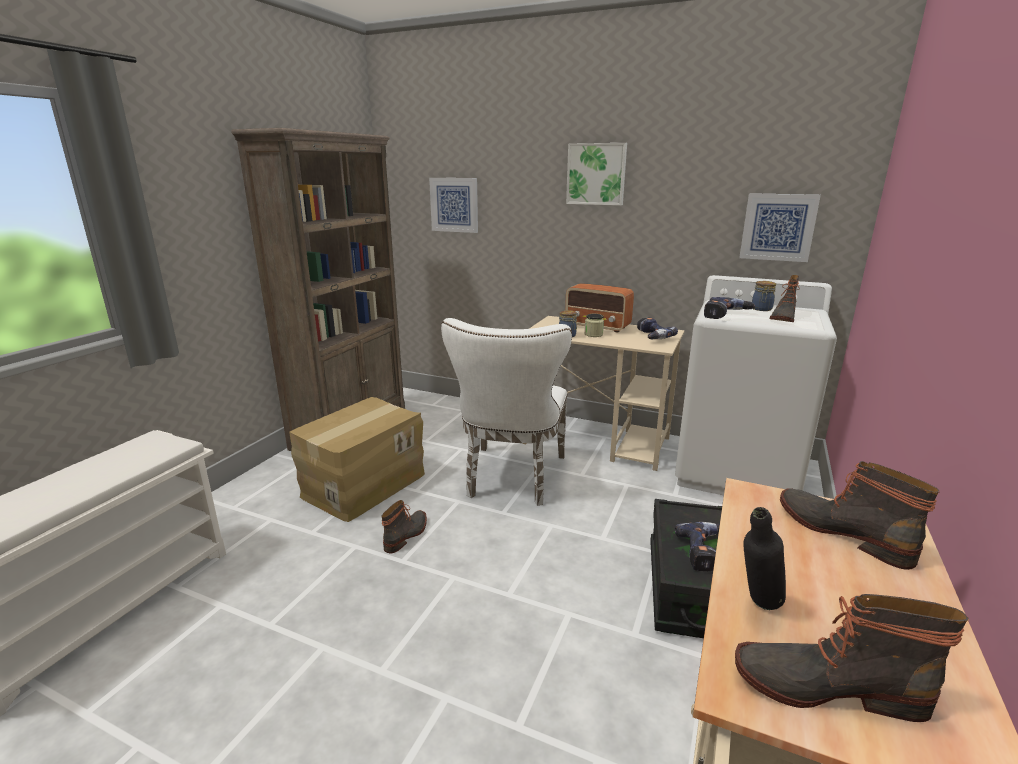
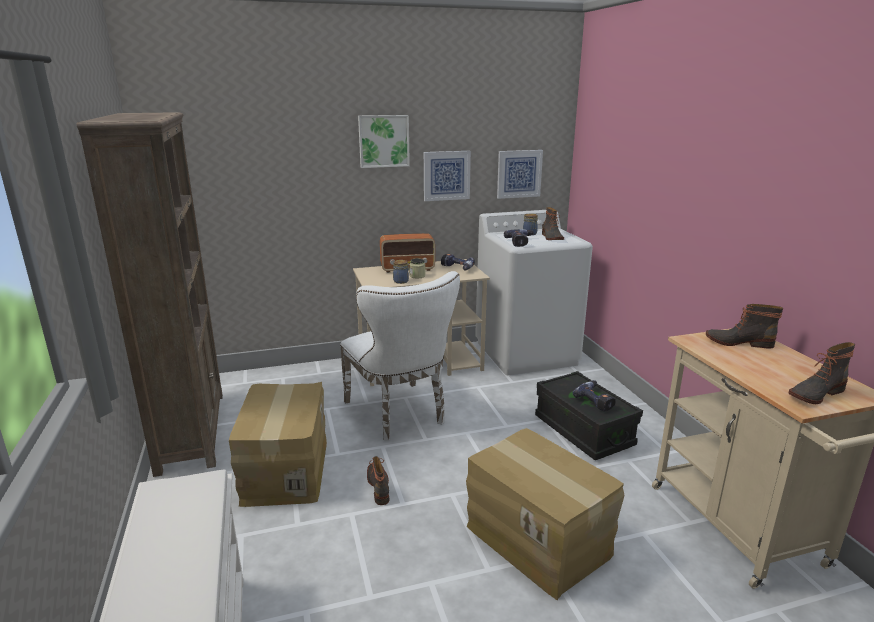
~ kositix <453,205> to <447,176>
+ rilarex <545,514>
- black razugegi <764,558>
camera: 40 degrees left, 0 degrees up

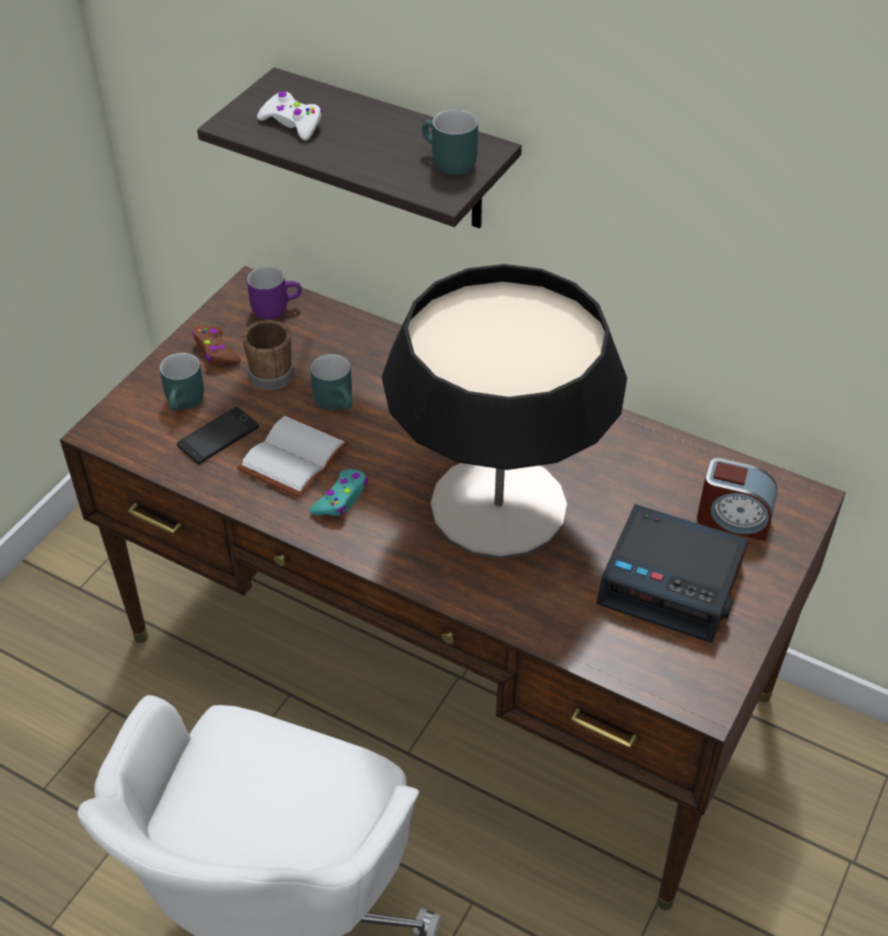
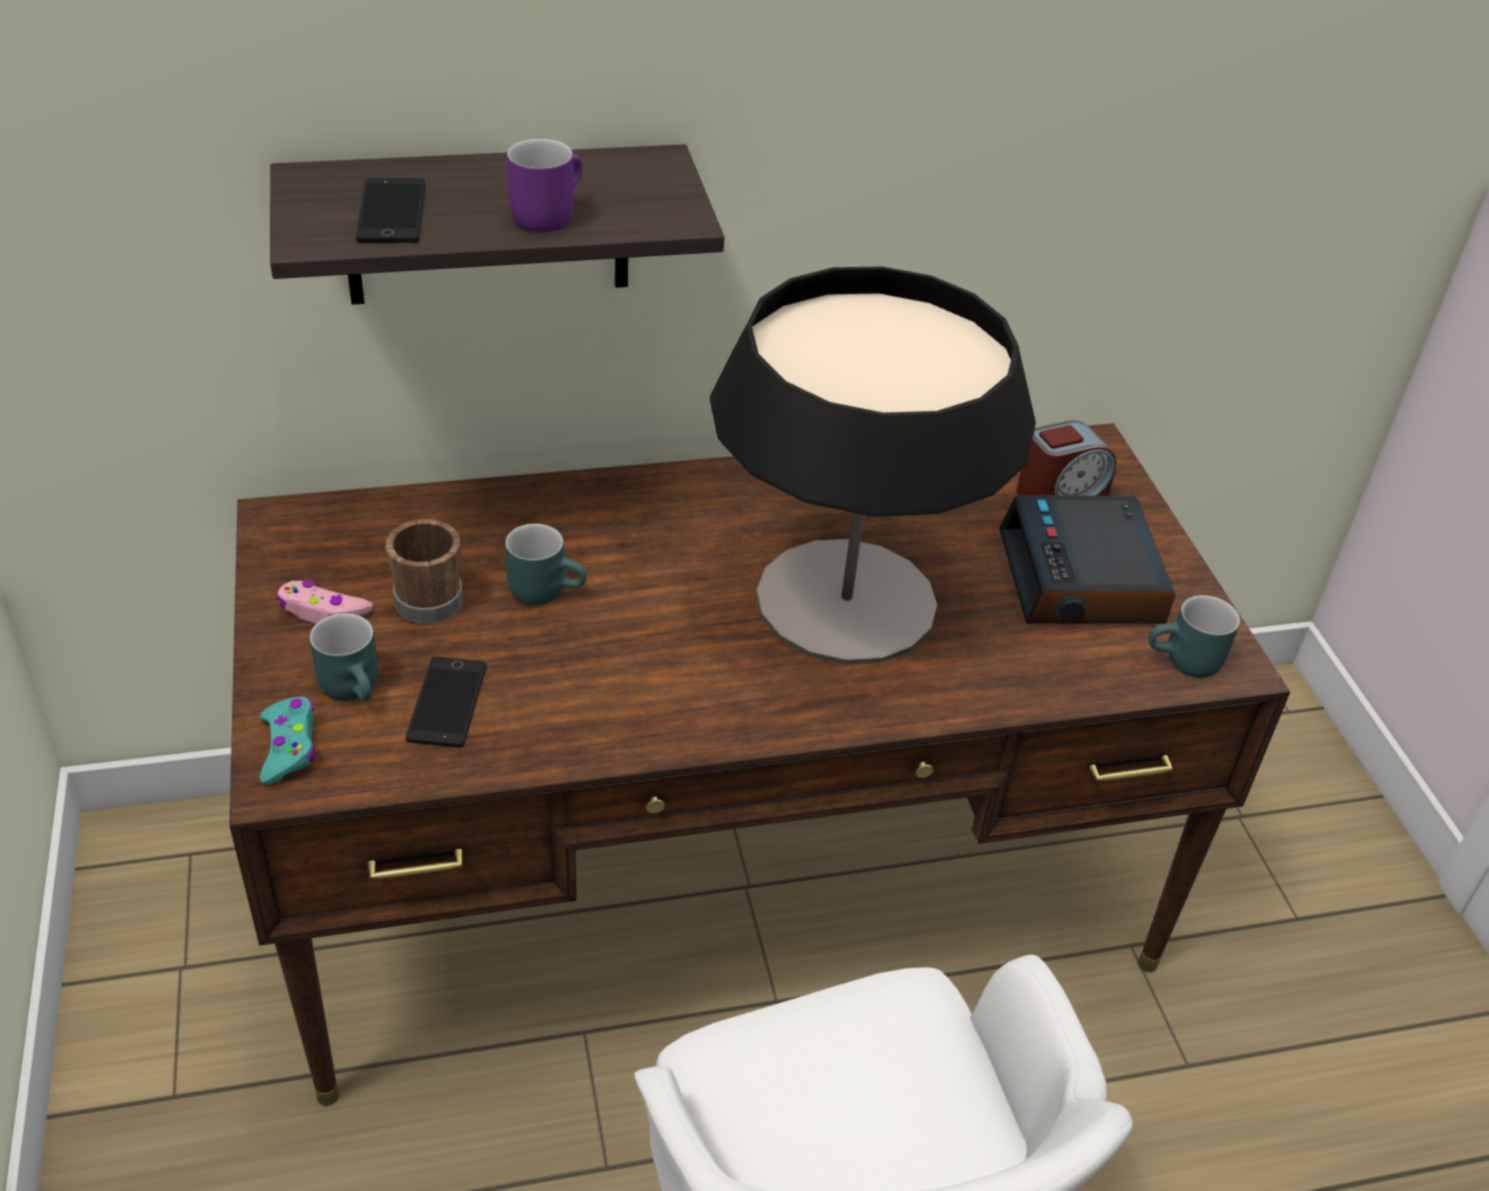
~ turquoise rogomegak <339,492> to <287,741>
~ brown rogomegak <216,345> to pink rogomegak <324,601>
~ white rogomegak <289,116> to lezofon <390,210>
~ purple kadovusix <274,292> to <544,185>
~ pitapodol <672,573> = <1087,559> 105 degrees clockwise
~ turquoise kadovusix <450,142> to <1194,636>
- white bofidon <293,456>
camera: 45 degrees left, 5 degrees down

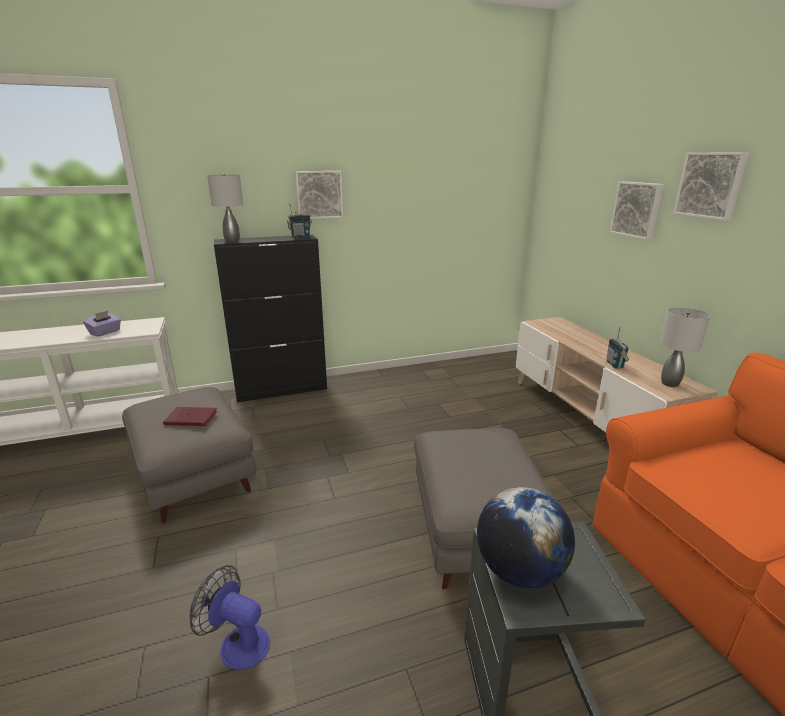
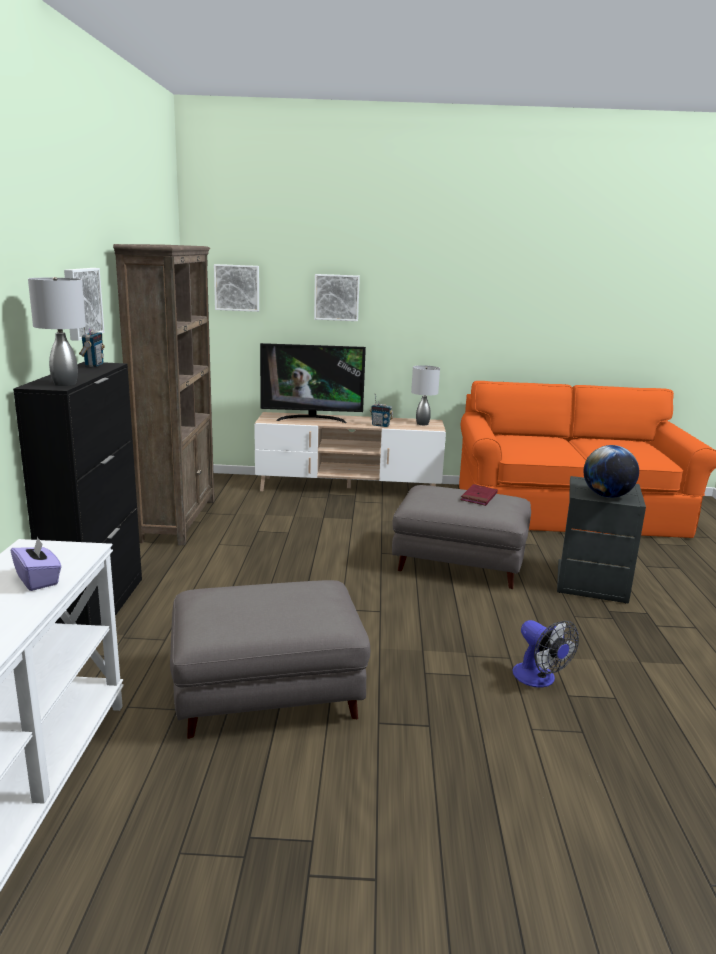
+ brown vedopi <164,394>
~ kositix <711,186> to <236,288>
+ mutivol <313,383>
~ red bofidon <190,416> to <479,495>
~ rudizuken <229,617> = <545,653> 75 degrees counterclockwise
camera: 70 degrees left, 5 degrees down

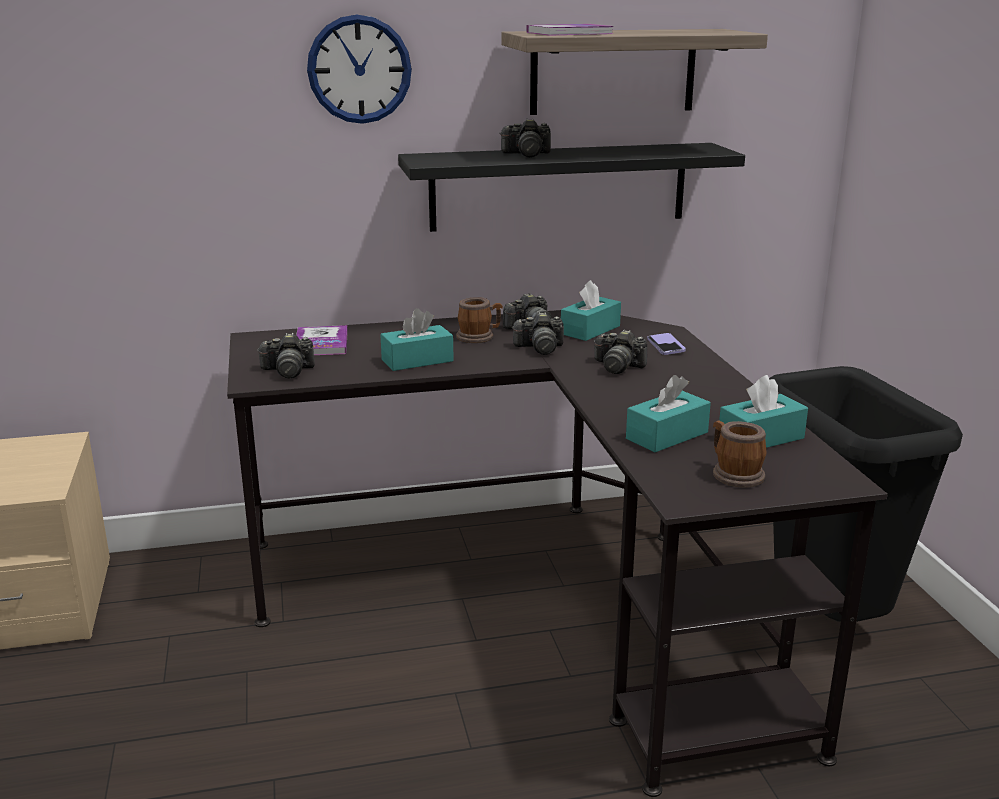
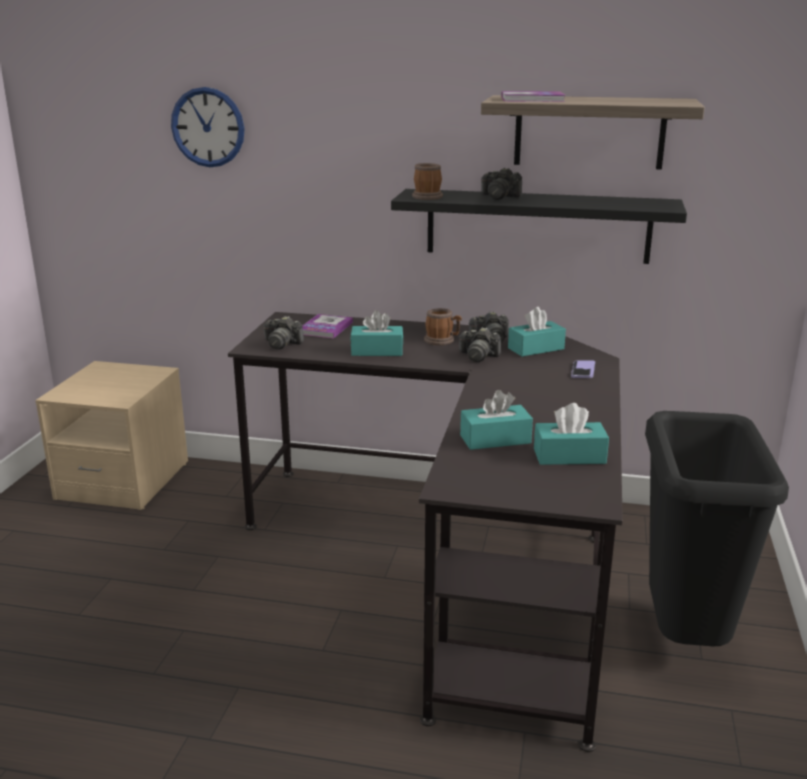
~ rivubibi <359,69> to <208,127>
~ kadovusix <739,454> to <427,181>
- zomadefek <620,351>
camera: 25 degrees right, 0 degrees up

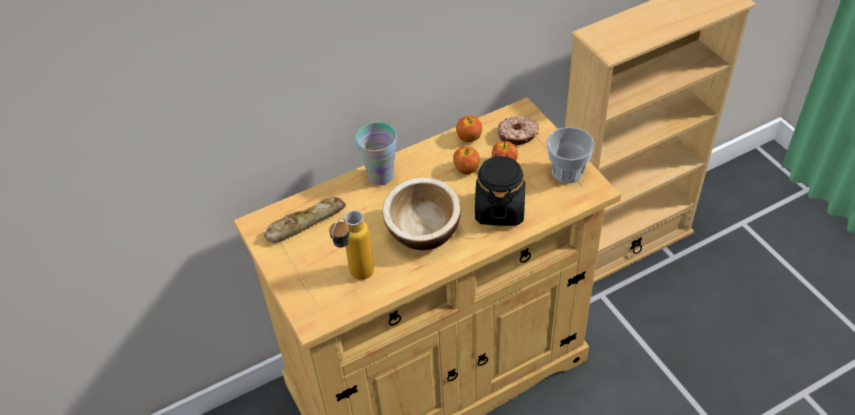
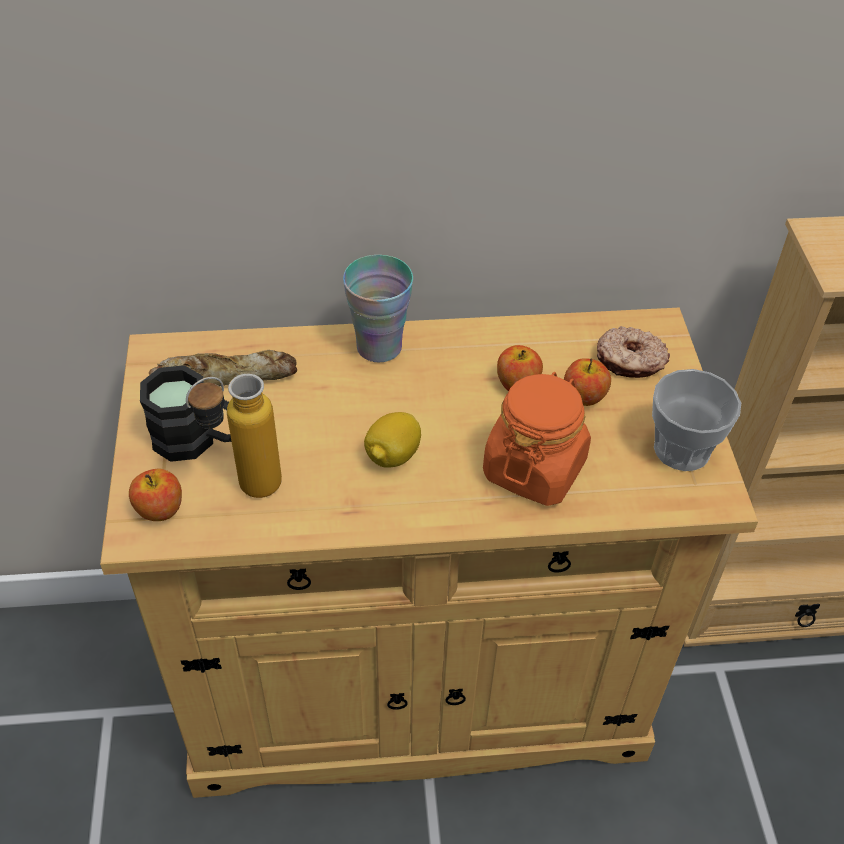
~ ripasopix <469,128> to <155,494>
+ black kadovusix <186,413>
~ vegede <421,214> to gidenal <392,440>
~ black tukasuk <500,190> to orange tukasuk <537,439>
camera: 20 degrees right, 0 degrees up

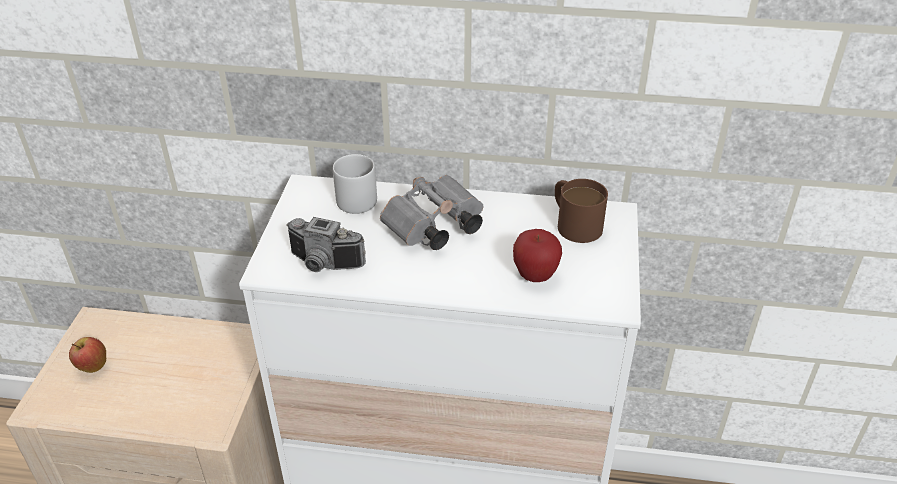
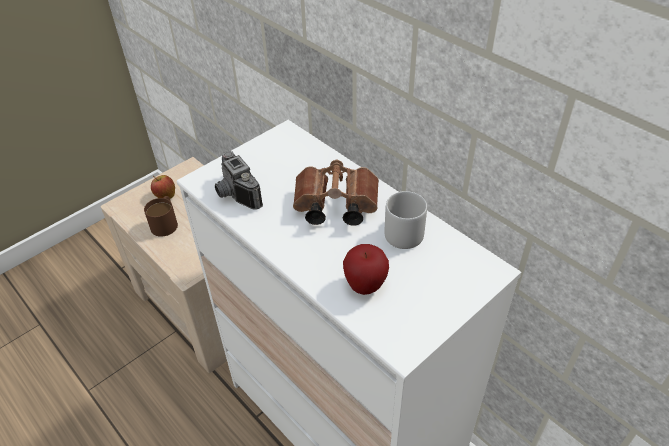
~ brown kadovusix <581,211> to <161,216>
~ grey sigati <431,212> to brown sigati <336,193>
~ grey kadovusix <355,184> to <405,220>
camera: 40 degrees right, 5 degrees up

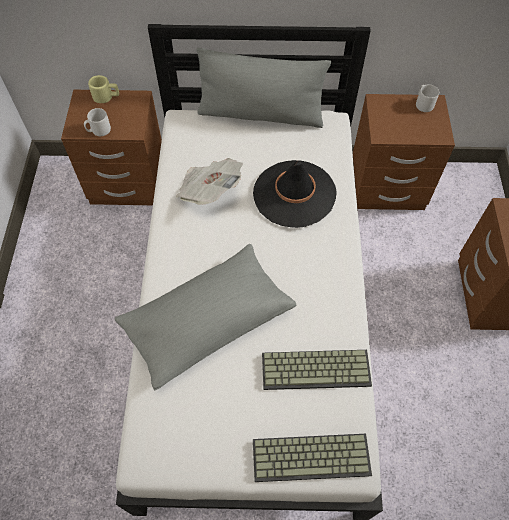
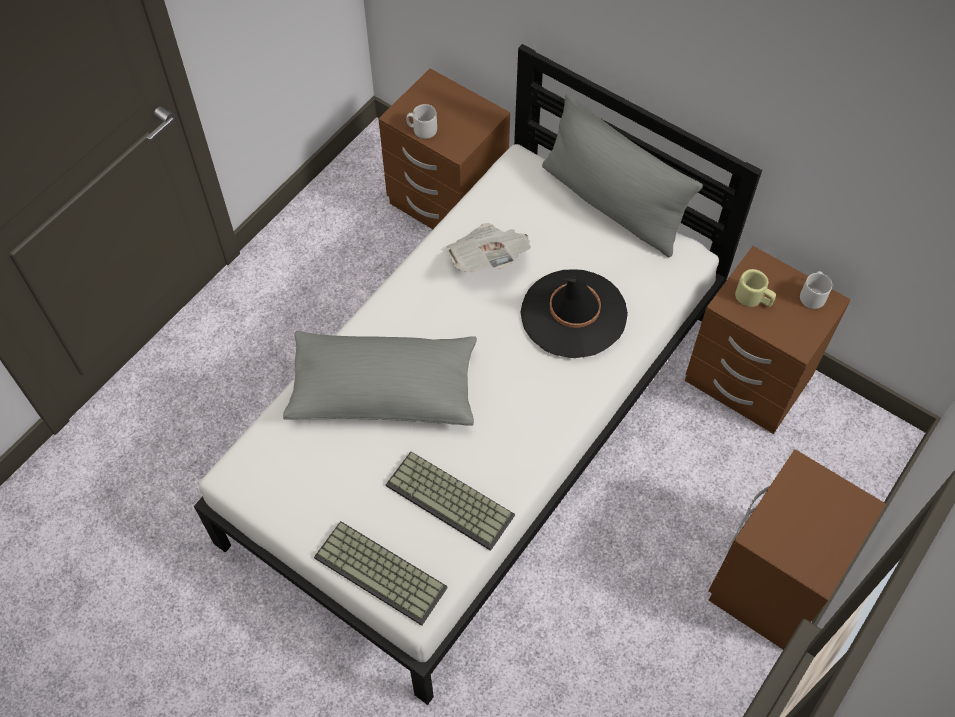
~ beige kadovusix <103,89> to <755,288>
camera: 35 degrees right, 0 degrees up

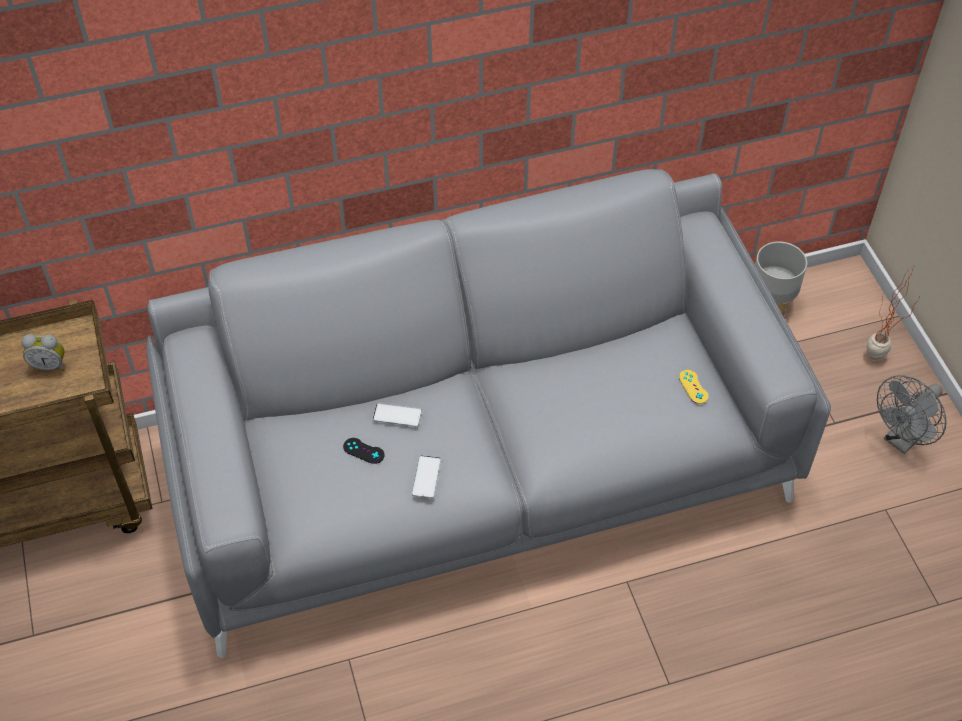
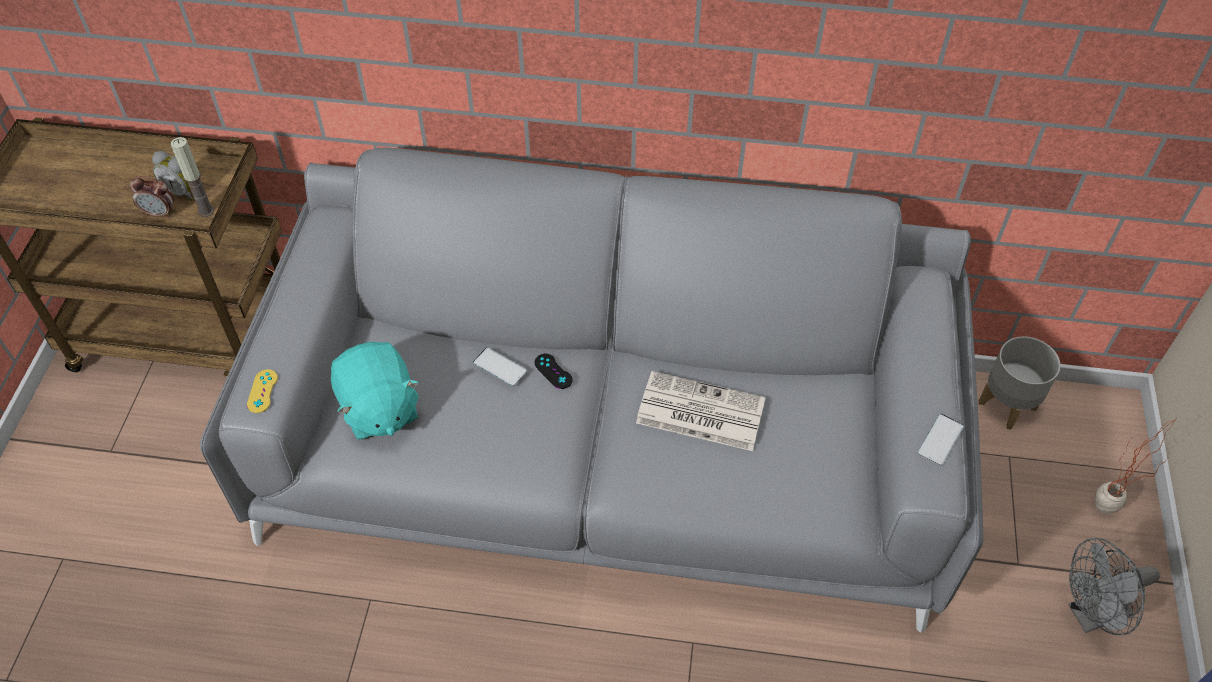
+ pitapodol <152,197>
+ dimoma <192,177>
~ yellow rogomegak <694,387> to <262,391>
+ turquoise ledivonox <375,391>
~ black rogomegak <364,451> to <553,371>
+ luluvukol <701,411>
~ lezofon <426,476> to <941,440>
camera: 25 degrees right, 0 degrees up

